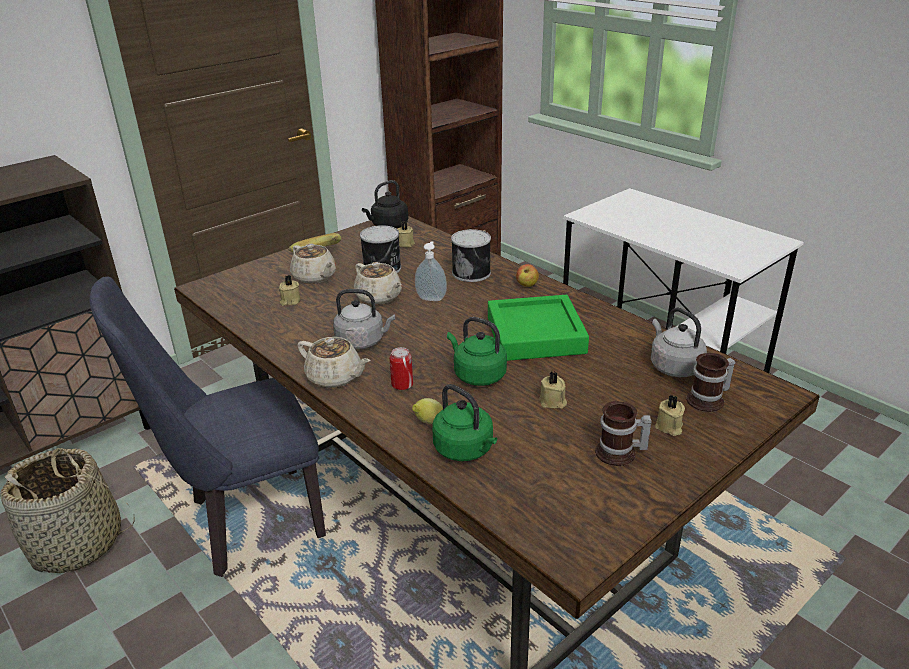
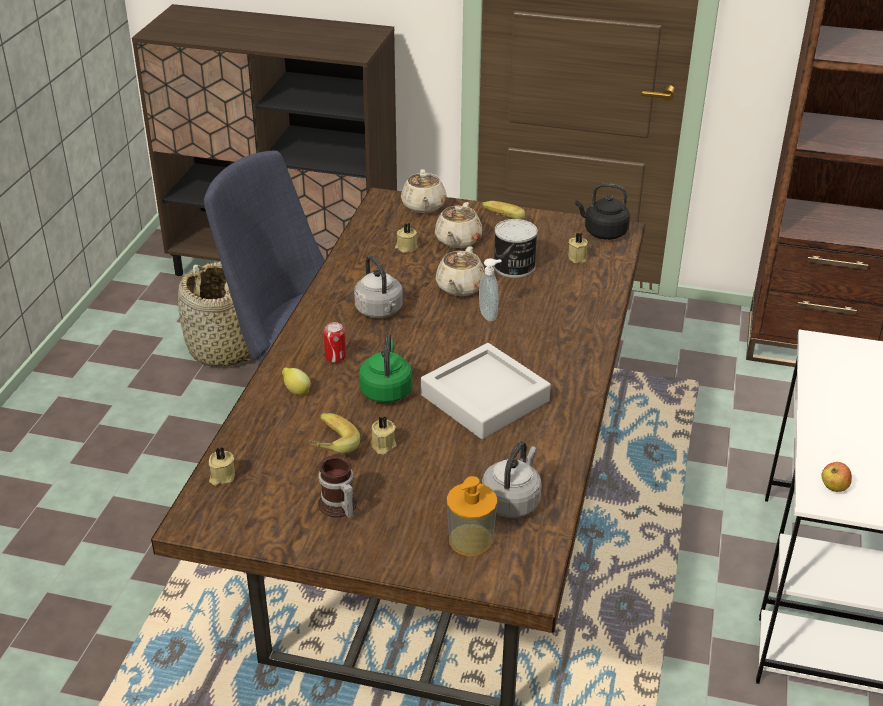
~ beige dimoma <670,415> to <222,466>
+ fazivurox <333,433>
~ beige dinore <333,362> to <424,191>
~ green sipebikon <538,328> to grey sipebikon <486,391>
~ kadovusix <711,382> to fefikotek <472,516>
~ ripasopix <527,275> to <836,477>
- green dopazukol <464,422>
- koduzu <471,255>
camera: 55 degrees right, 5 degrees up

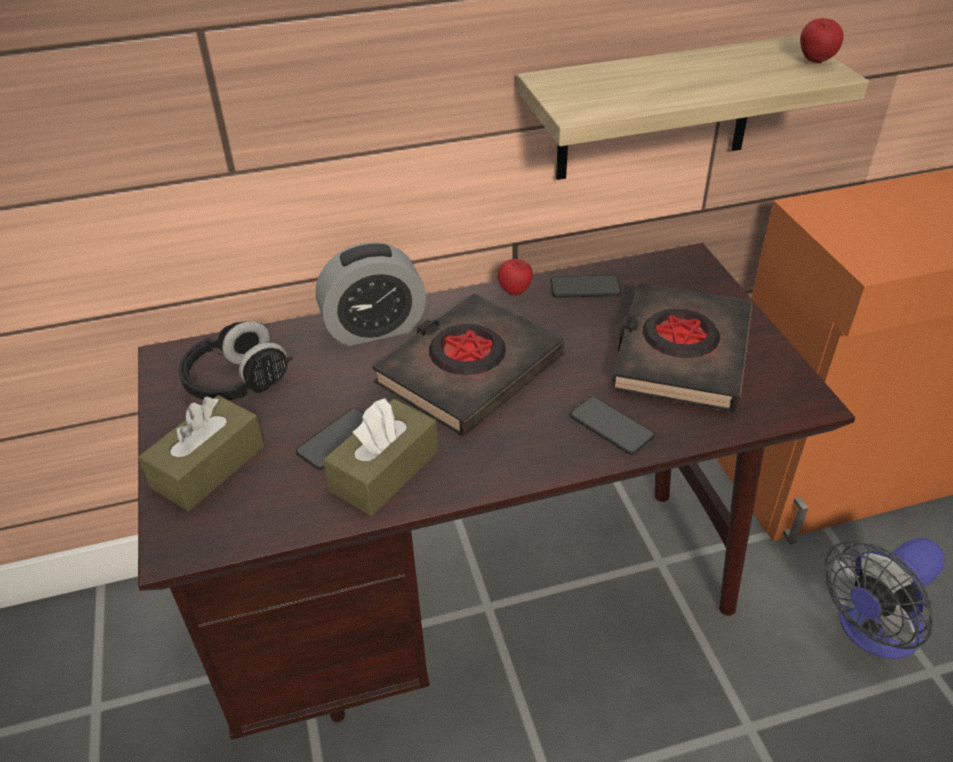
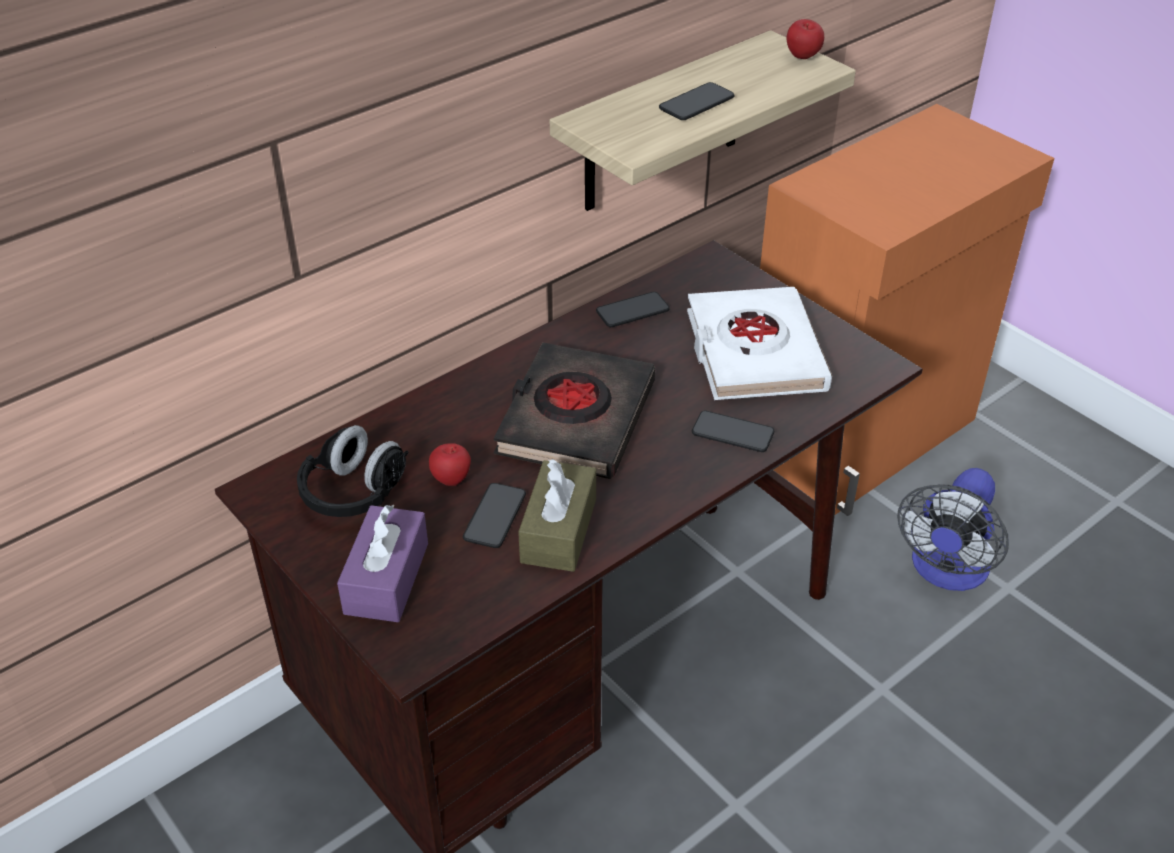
~ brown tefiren <201,453> to purple tefiren <382,563>
~ ripasopix <515,277> to <450,464>
+ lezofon <696,101>
~ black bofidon <681,347> to white bofidon <759,343>
- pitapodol <371,294>
camera: 25 degrees left, 0 degrees up

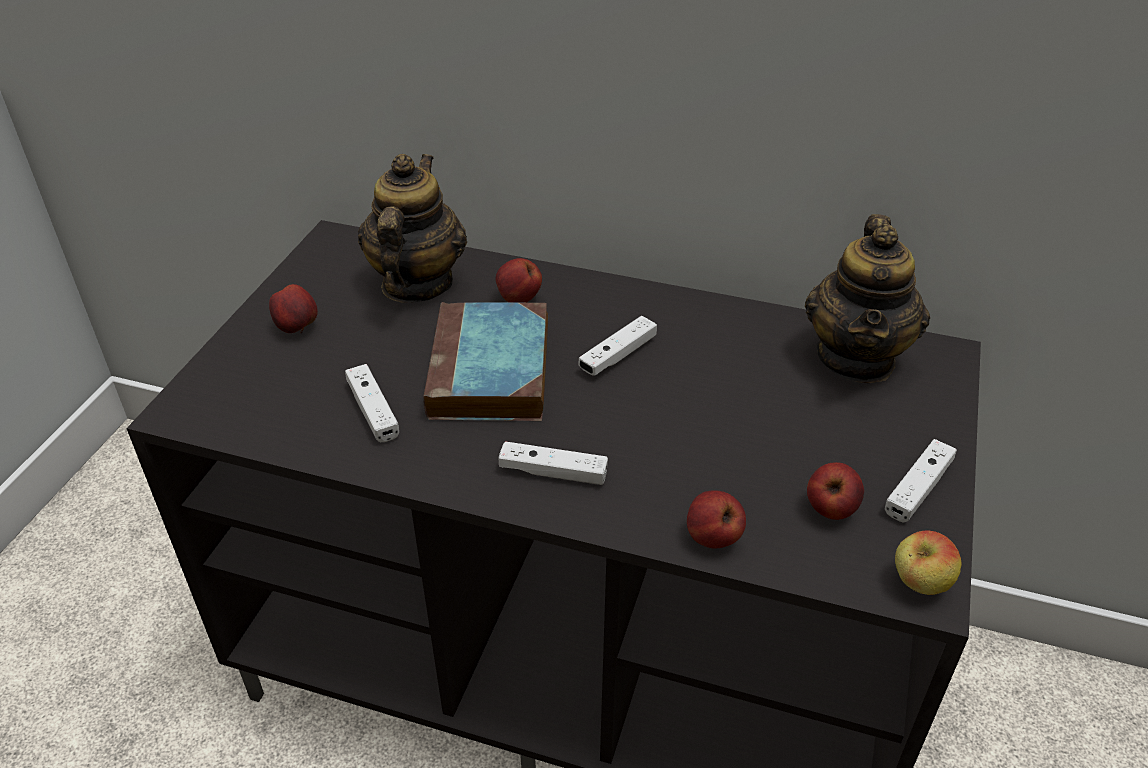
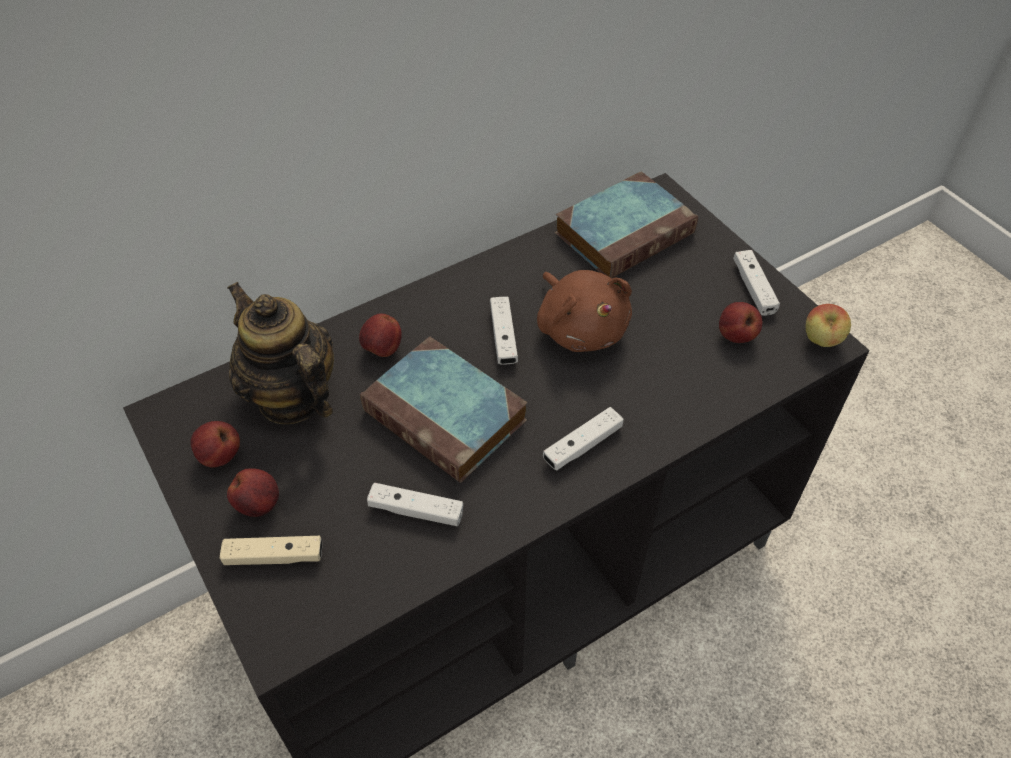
~ ripasopix <716,519> to <215,444>
+ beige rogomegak <271,550>
+ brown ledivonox <584,311>
~ dinore <867,298> to bofidon <626,225>
camera: 50 degrees left, 10 degrees up

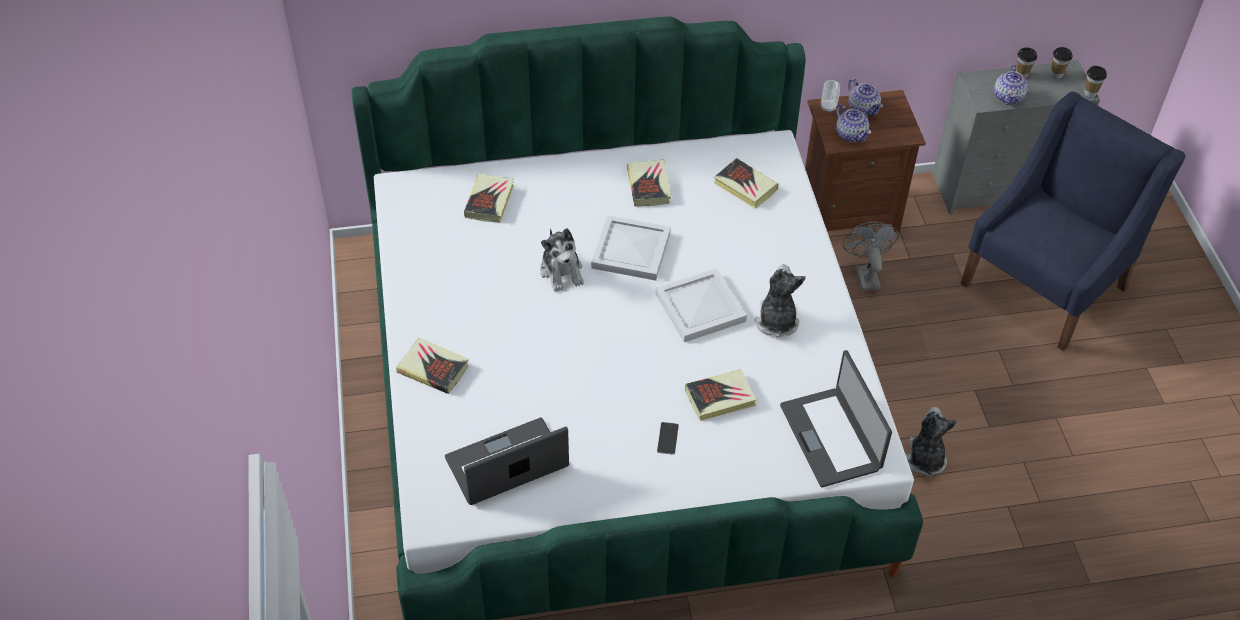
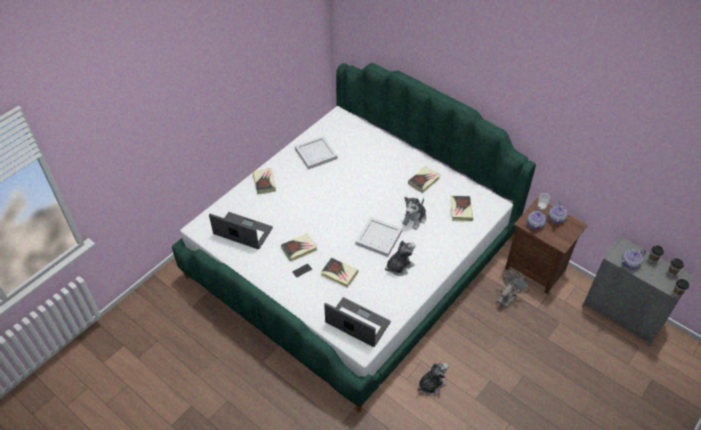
~ bofidon <489,198> to <299,247>
~ white sipebikon <631,248> to <316,153>
~ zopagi <836,418> = <357,322> 90 degrees clockwise
~ ledivonox <562,260> to <414,213>
- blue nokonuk <1073,221>
camera: 50 degrees right, 0 degrees up

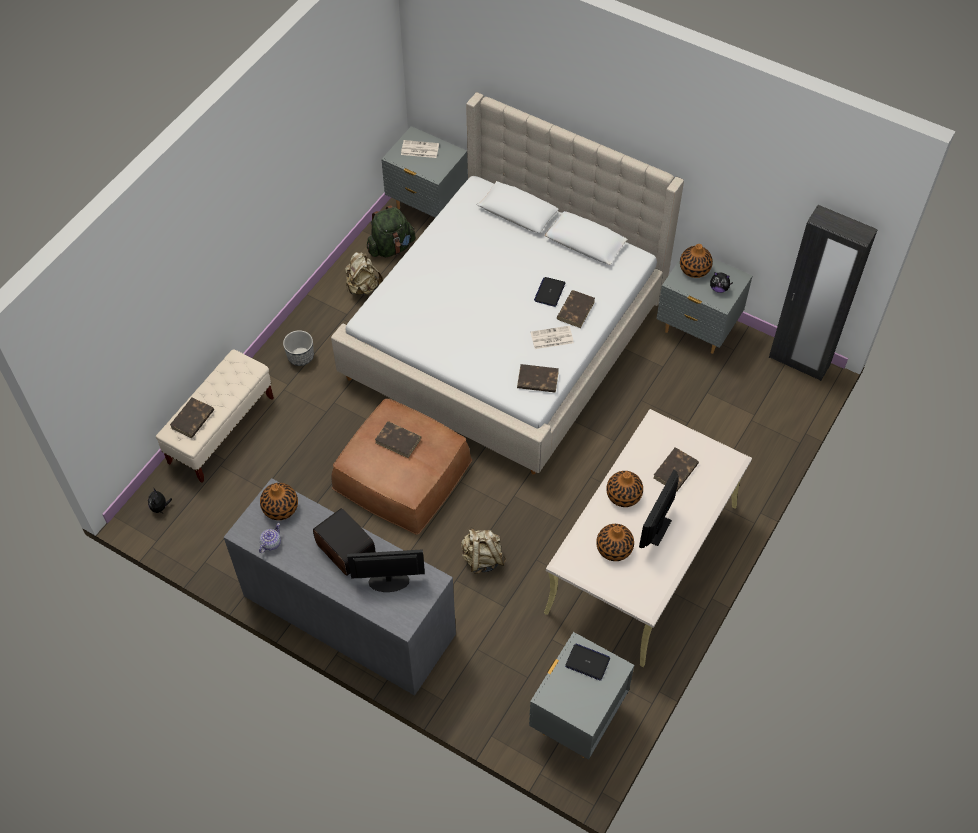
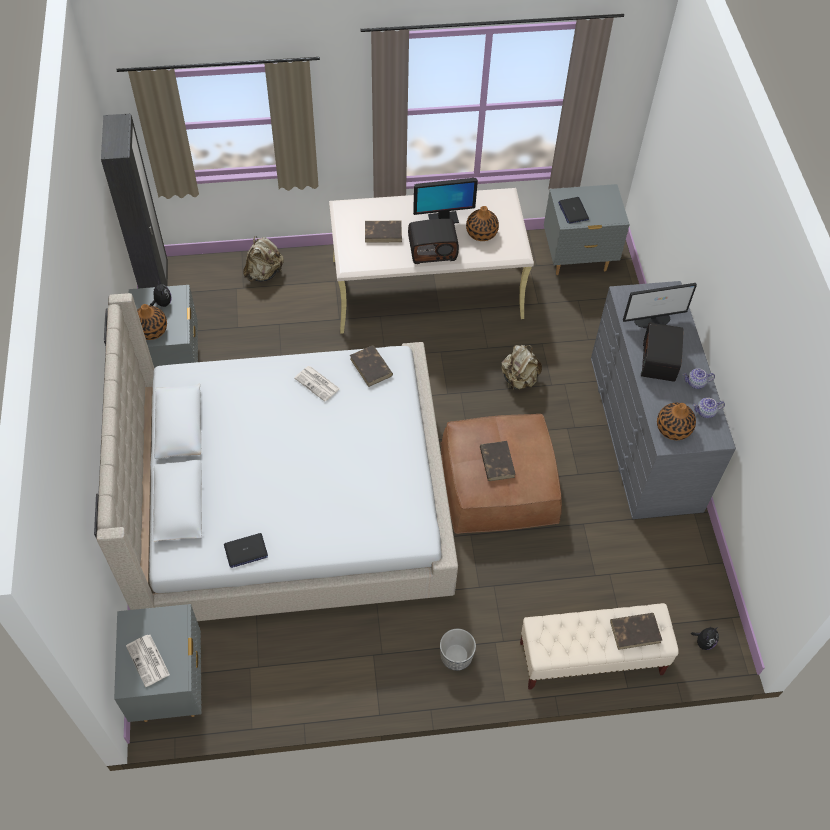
~ zopagi <549,292> to <246,550>
~ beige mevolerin <364,273> to <263,259>
~ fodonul <624,489> to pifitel <433,241>
~ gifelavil <386,570> = <660,305> 60 degrees counterclockwise
+ dinore <699,378>
- green mevolerin <391,231>
- brown bofidon <576,309>
camera: 130 degrees left, 0 degrees up

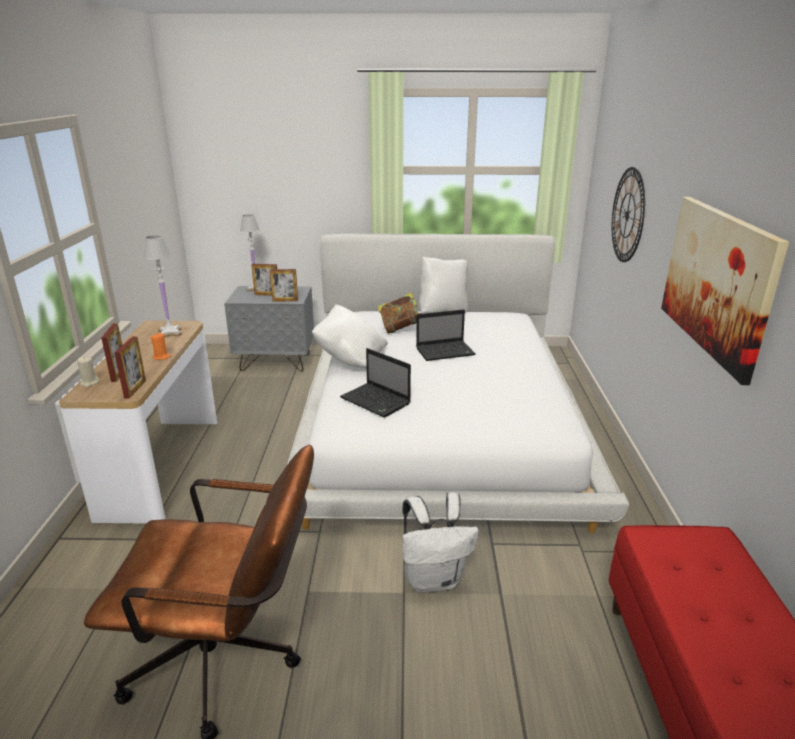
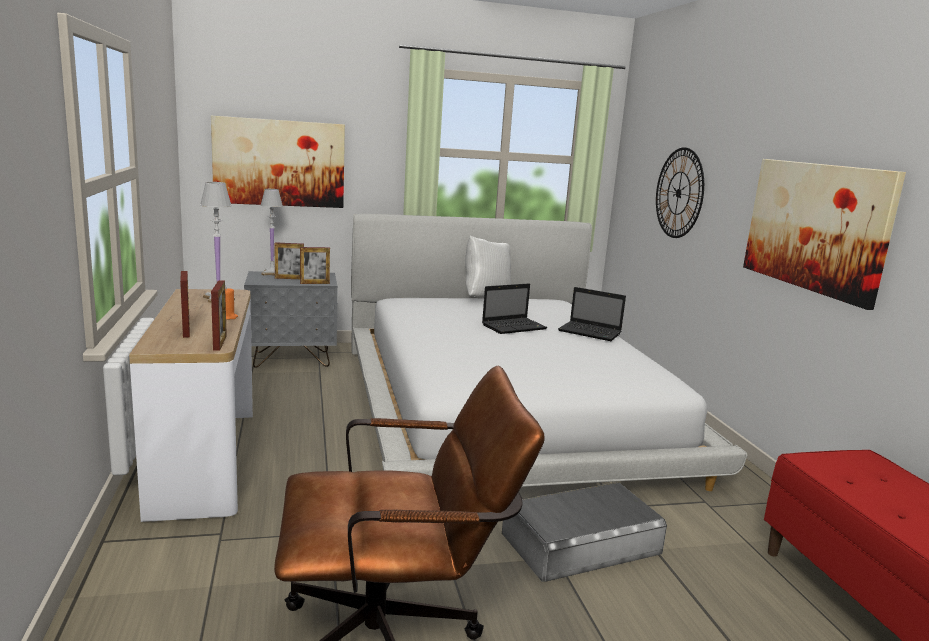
+ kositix <278,162>
~ white mevolerin <440,542> to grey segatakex <584,532>
~ zopagi <375,383> to <592,314>
- beige dimoma <88,372>
- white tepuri <350,336>
- bofidon <400,313>
camera: 15 degrees left, 10 degrees down

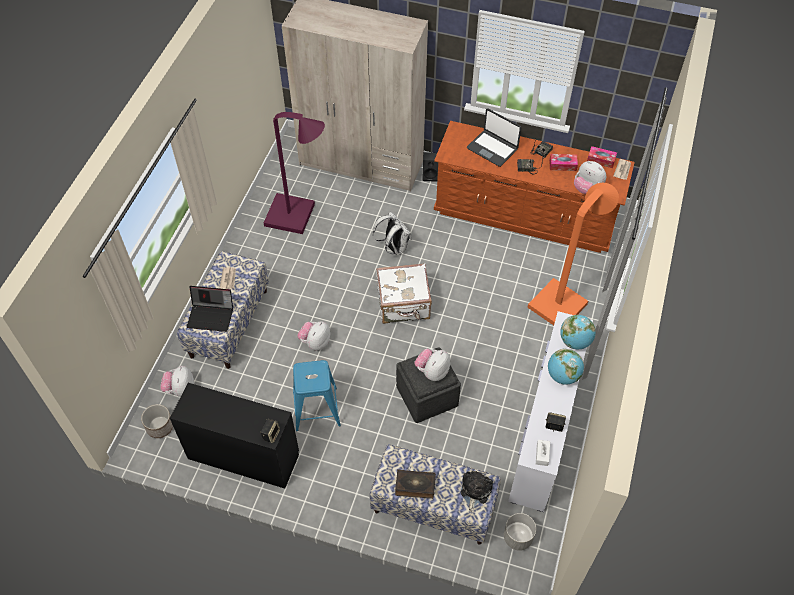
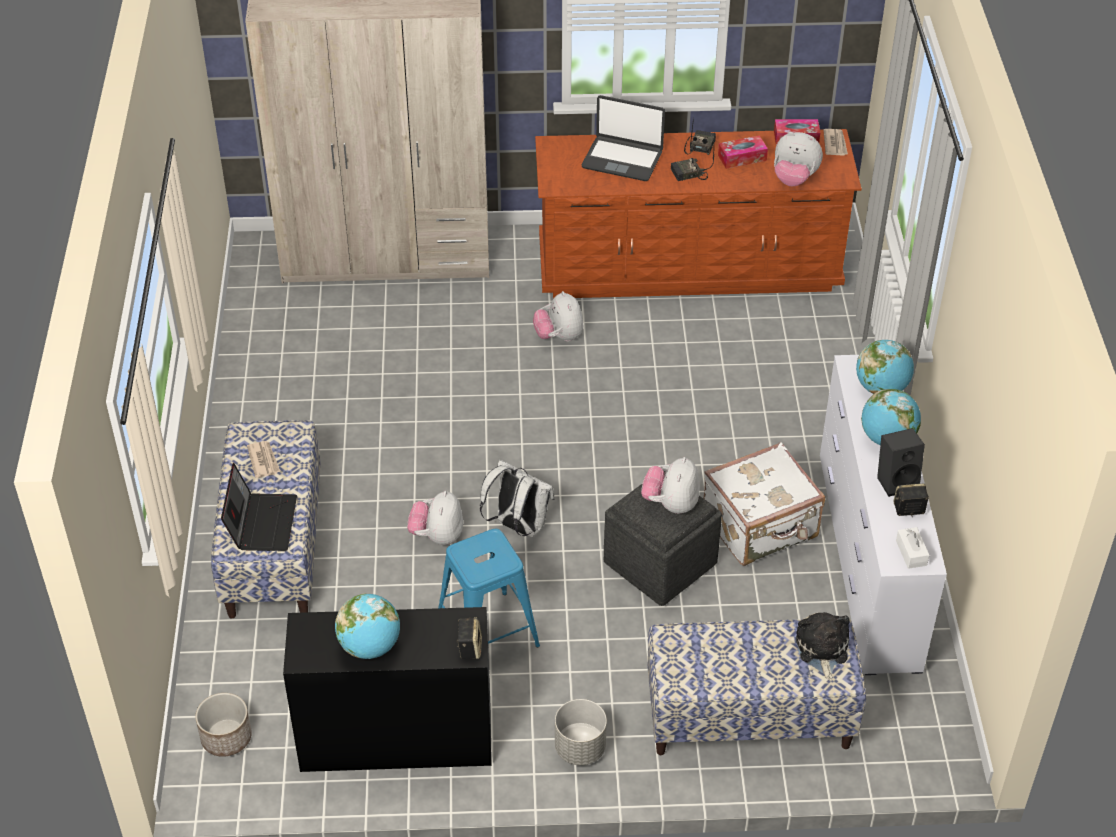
~ zopagi <210,309> = <259,507> 75 degrees counterclockwise
+ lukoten <367,626>
~ white mevolerin <392,233> to <517,498>
~ ledivonox <177,381> to <558,316>
~ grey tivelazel <520,532> to <581,732>
~ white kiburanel <404,293> to <764,504>
~ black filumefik <430,167> to <901,462>
- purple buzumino <294,173>
- bofidon <415,484>
- orange buzumino <573,254>
camera: 20 degrees left, 10 degrees down

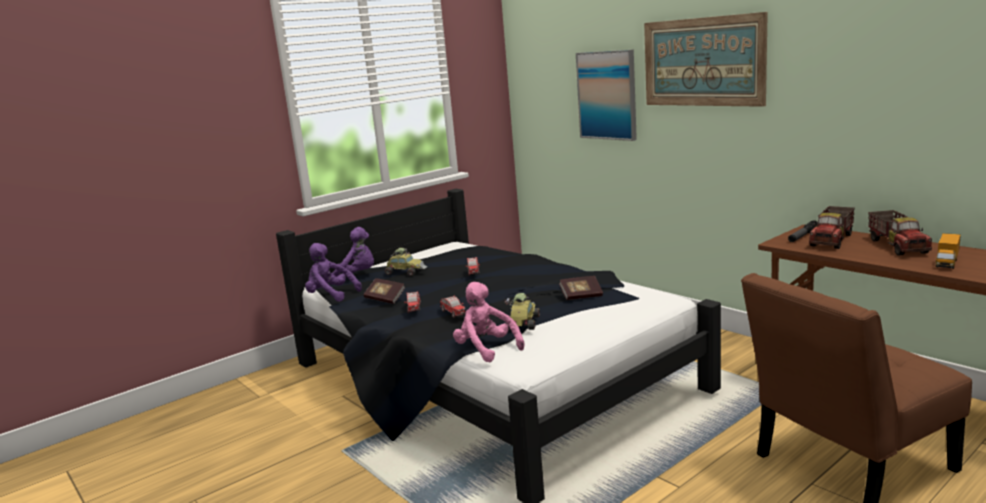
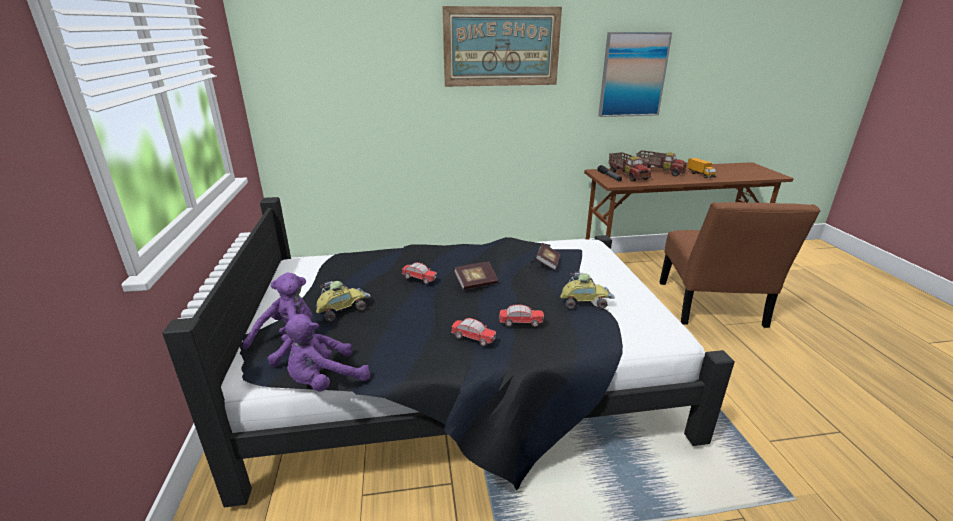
~ bofidon <384,291> to <476,276>
~ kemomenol <522,311> = <587,291> 135 degrees clockwise
~ kositix <606,95> to <635,74>
- pink ledivonox <489,322>
camera: 60 degrees left, 10 degrees up

